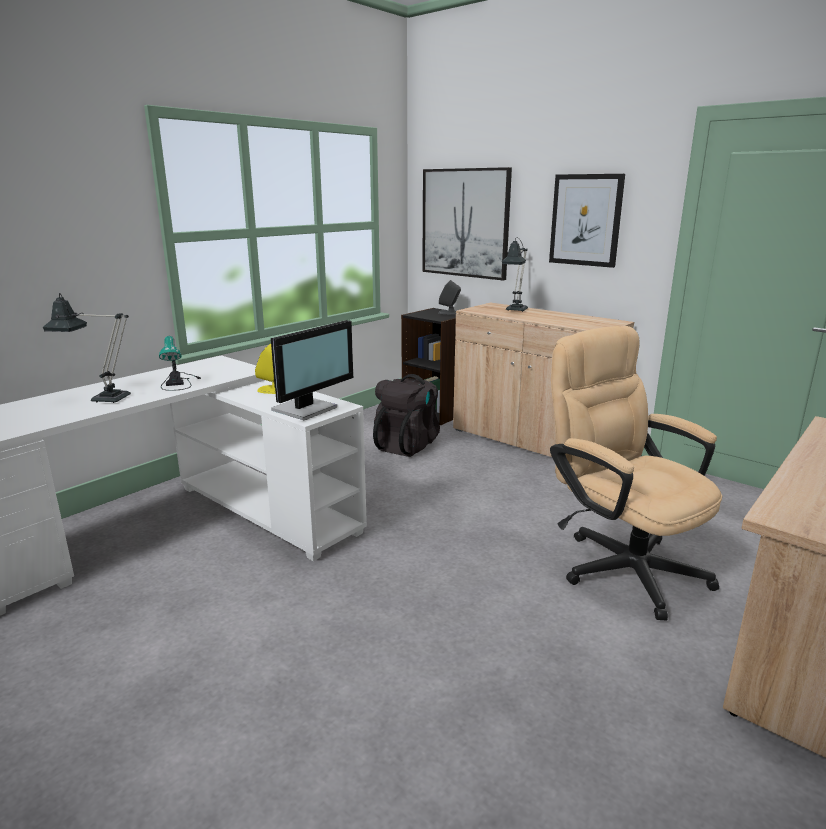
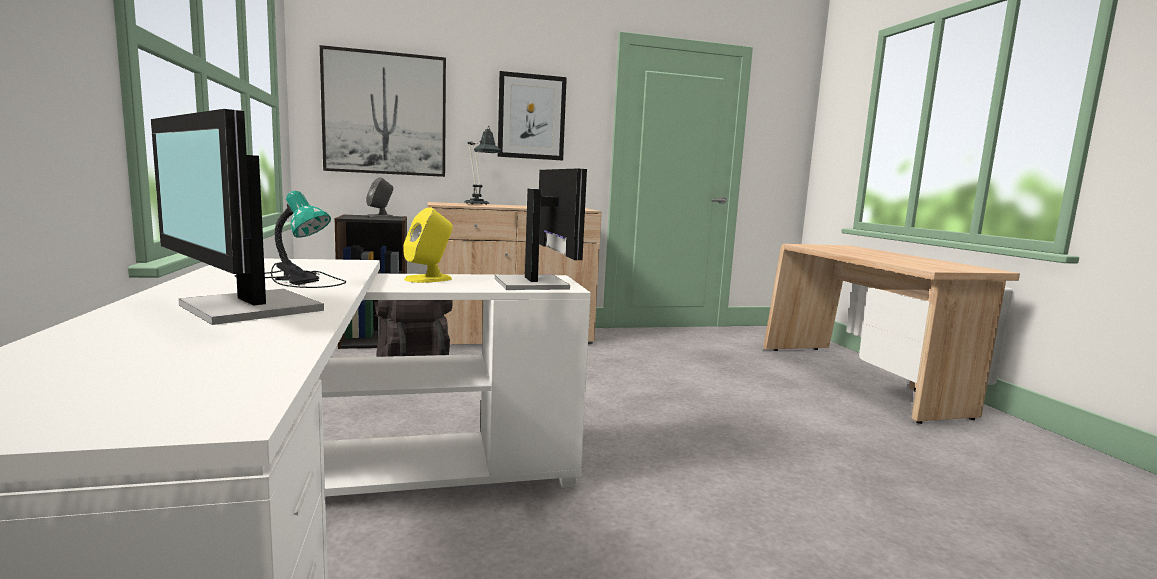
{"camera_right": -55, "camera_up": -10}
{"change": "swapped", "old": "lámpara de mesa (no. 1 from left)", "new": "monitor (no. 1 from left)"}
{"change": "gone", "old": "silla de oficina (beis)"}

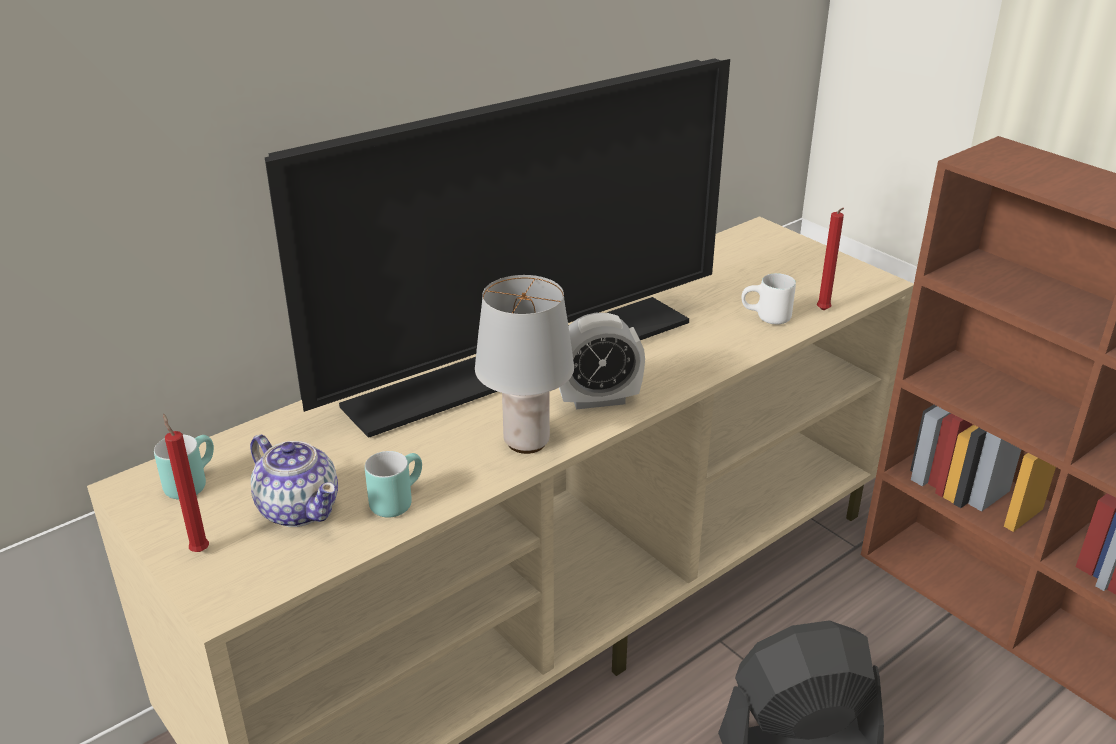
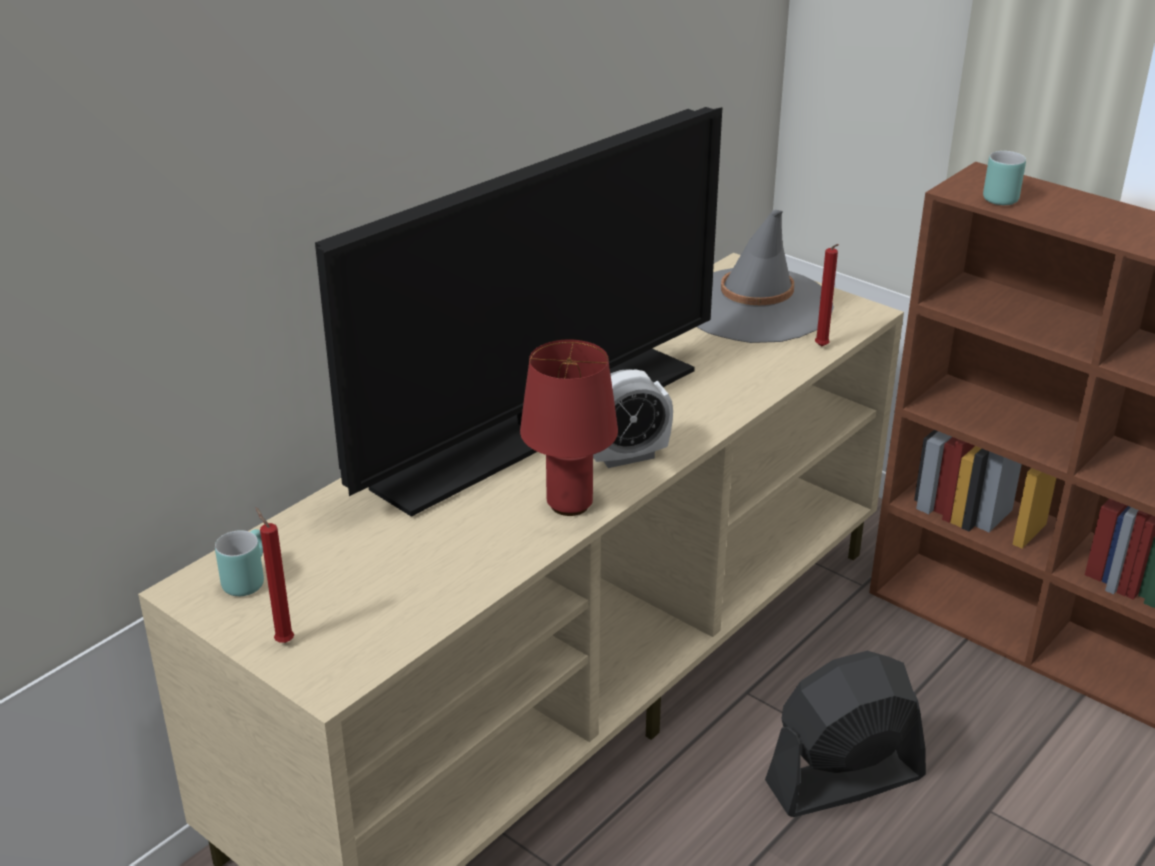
{"camera_right": -10, "camera_up": 0}
{"change": "repainted", "old": "lámpara de mesa (gris)", "new": "lámpara de mesa (rojo)"}
{"change": "new", "new": "sombrero (gris)"}
{"change": "shifted", "old": "taza grande (turquesa) (no. 2 from left)"}
{"change": "gone", "old": "tetera"}
{"change": "gone", "old": "taza grande (blanco)"}

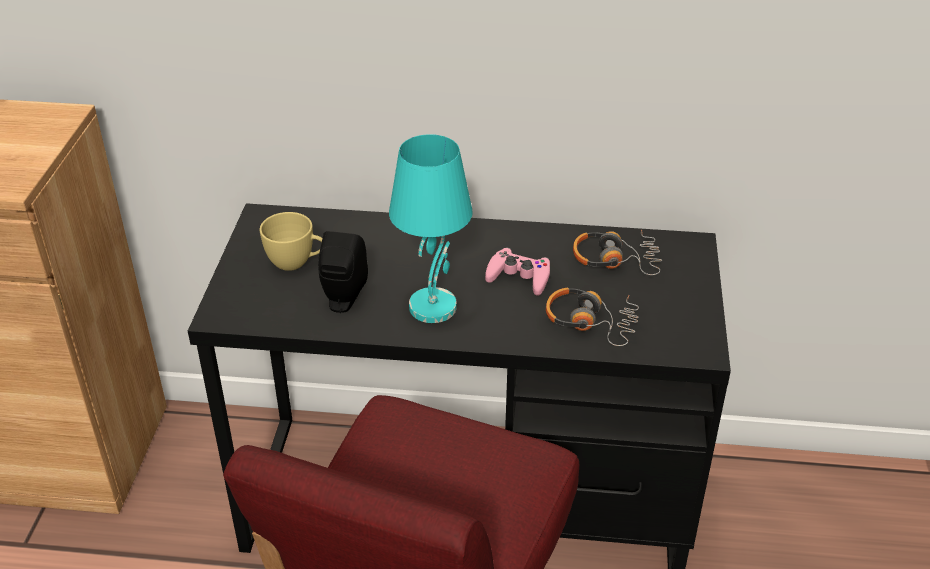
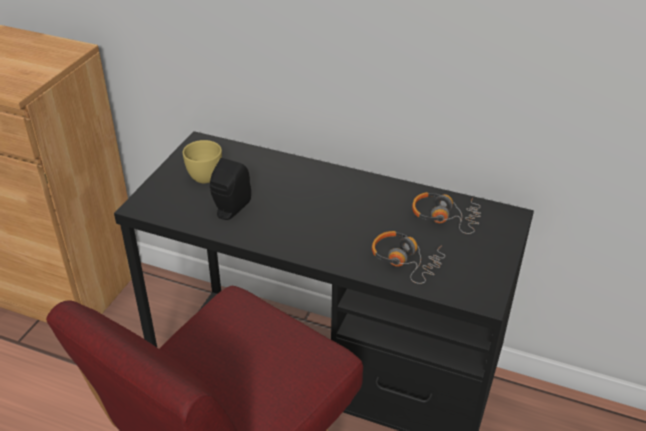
{"camera_right": 15, "camera_up": 0}
{"change": "gone", "old": "lámpara de mesa (turquesa)"}
{"change": "gone", "old": "mando de consola (rosa)"}

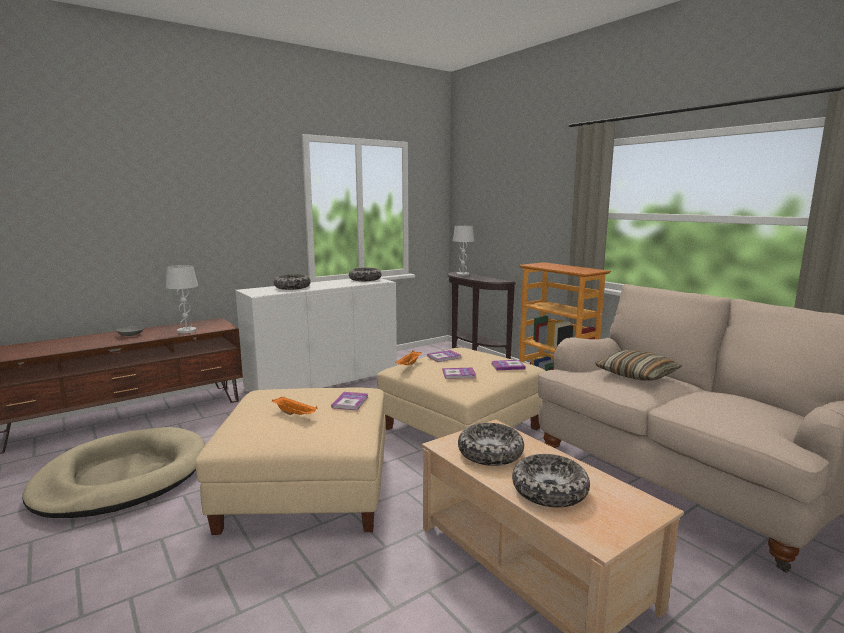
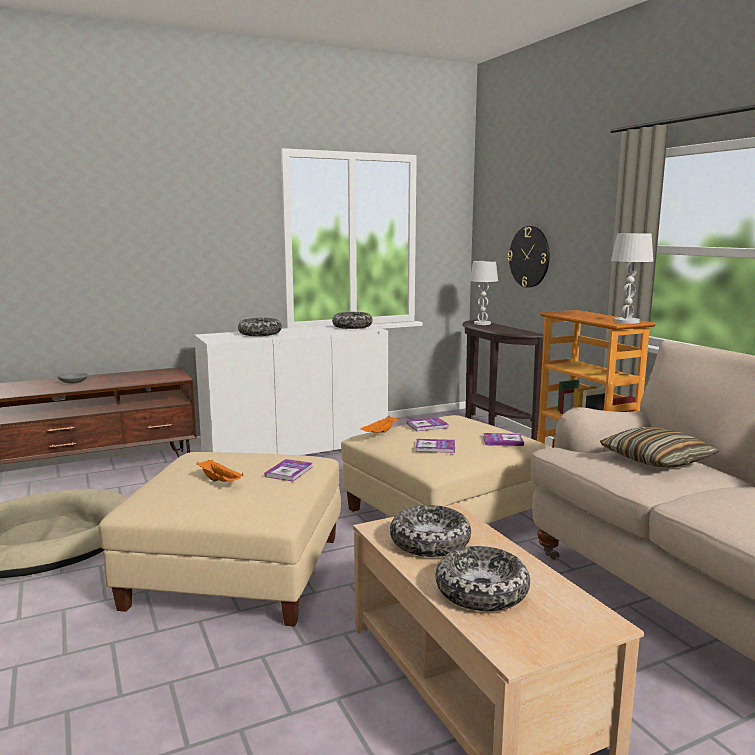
{"camera_right": 10, "camera_up": 0}
{"change": "new", "new": "reloj de pared"}
{"change": "shifted", "old": "lámpara de mesa (blanco) (no. 1 from left in the first image)", "new": "lámpara de mesa (blanco) (no. 2 from left)"}

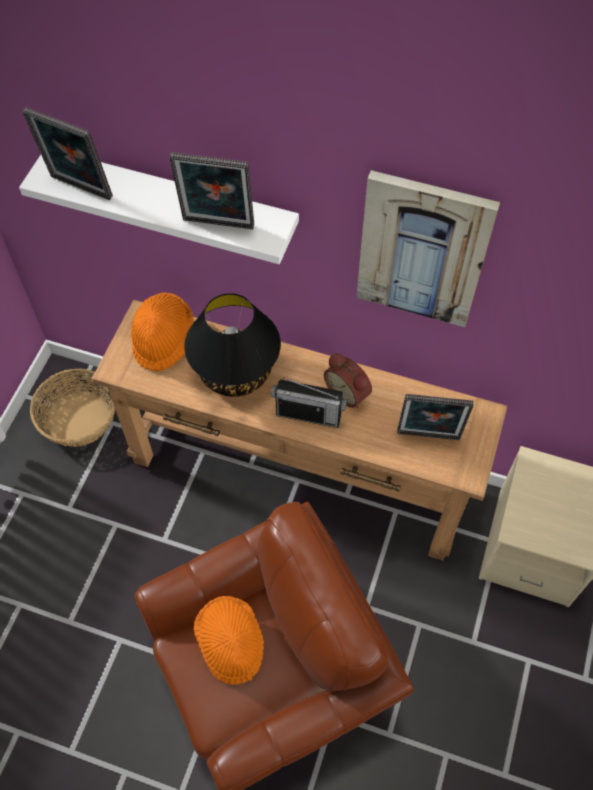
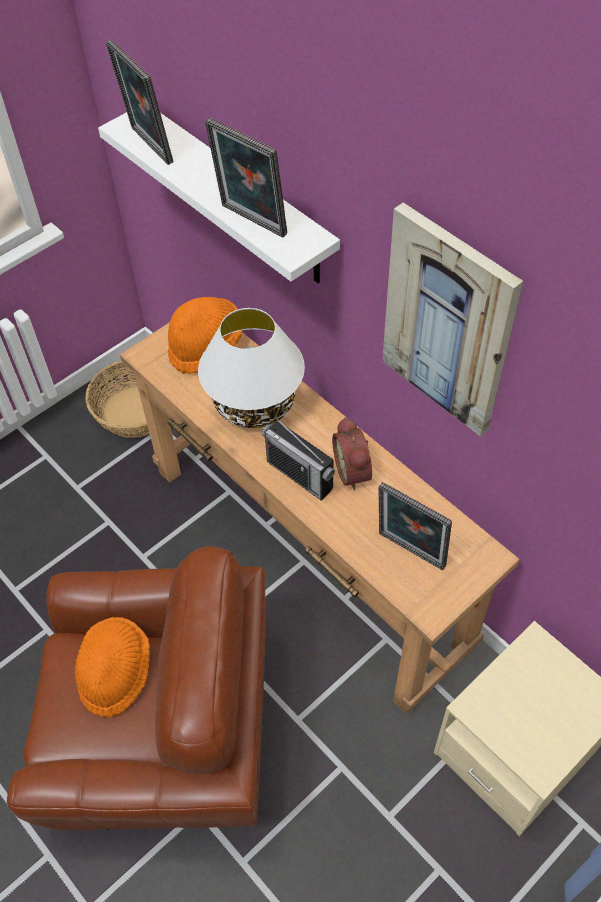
{"camera_right": 30, "camera_up": -5}
{"change": "repainted", "old": "lámpara de mesa (negro)", "new": "lámpara de mesa (blanco)"}

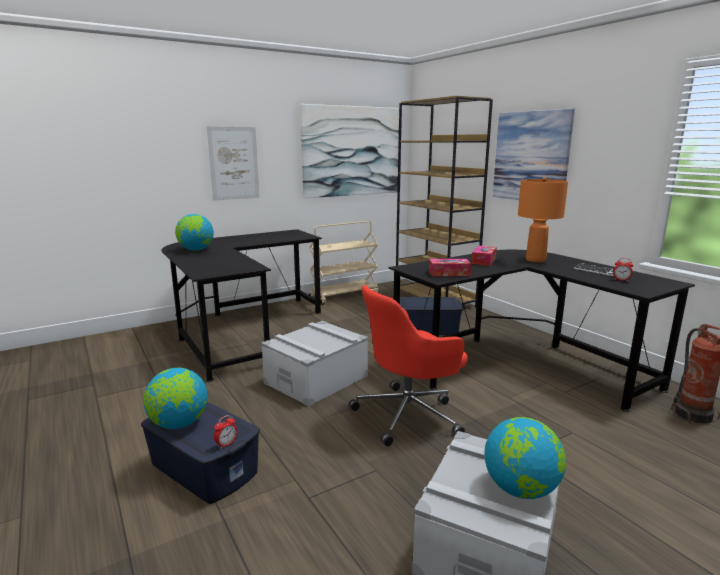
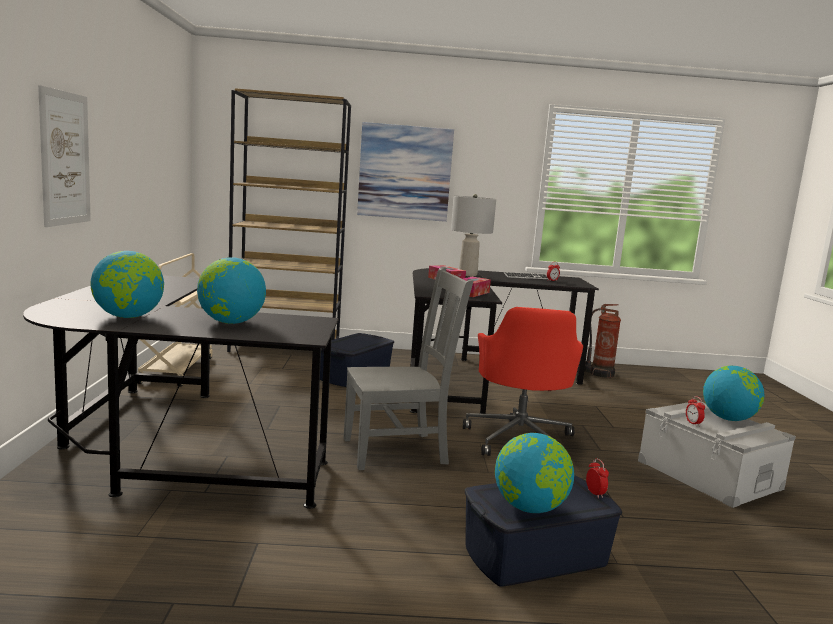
{"camera_right": -60, "camera_up": -5}
{"change": "new", "new": "globo terráqueo (no. 2 from left)"}
{"change": "swapped", "old": "caja de almacenaje (gris) (no. 1 from left)", "new": "silla (gris)"}
{"change": "repainted", "old": "lámpara de mesa (naranja)", "new": "lámpara de mesa (gris)"}
{"change": "new", "new": "despertador (no. 3 from left)"}
{"change": "gone", "old": "cuadro (no. 2 from left)"}

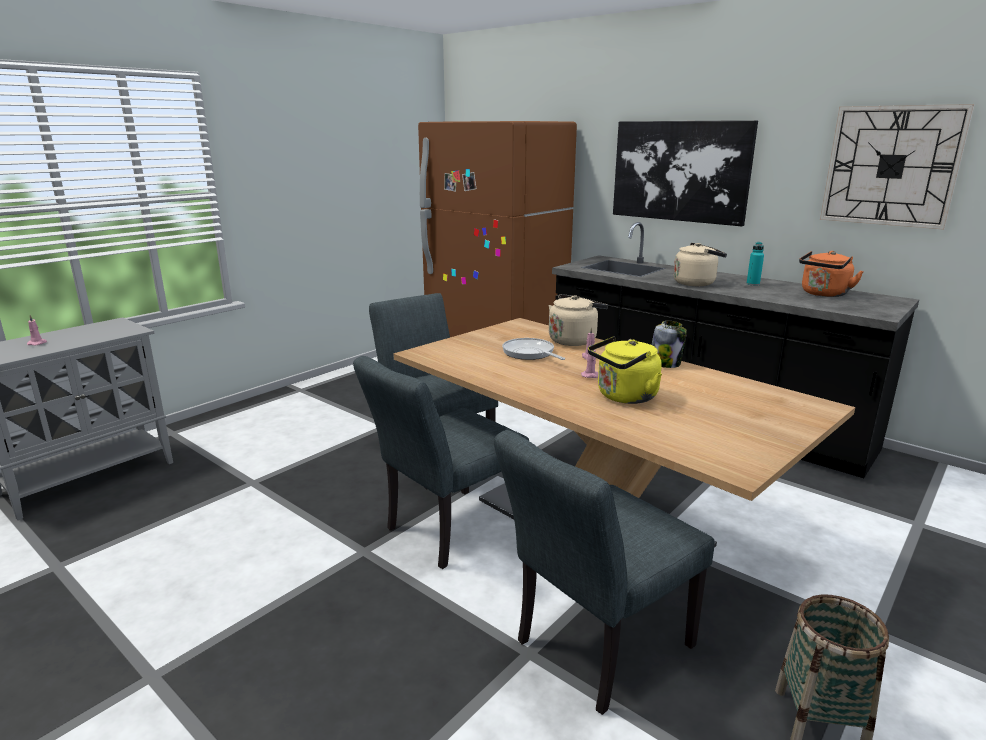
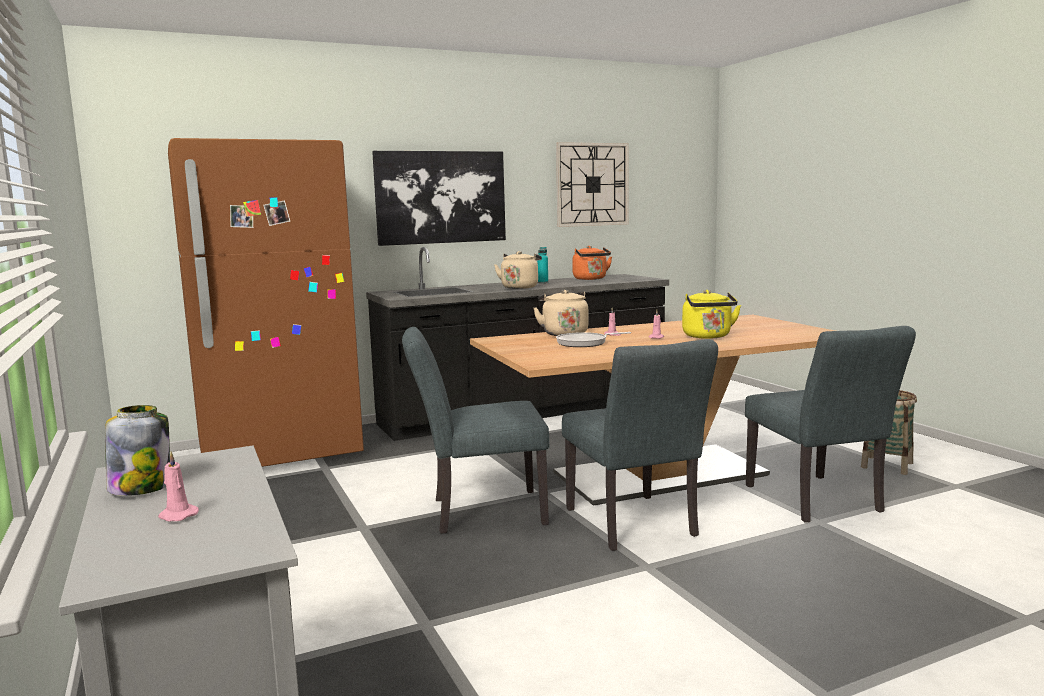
{"camera_right": -65, "camera_up": -10}
{"change": "shifted", "old": "tarro"}

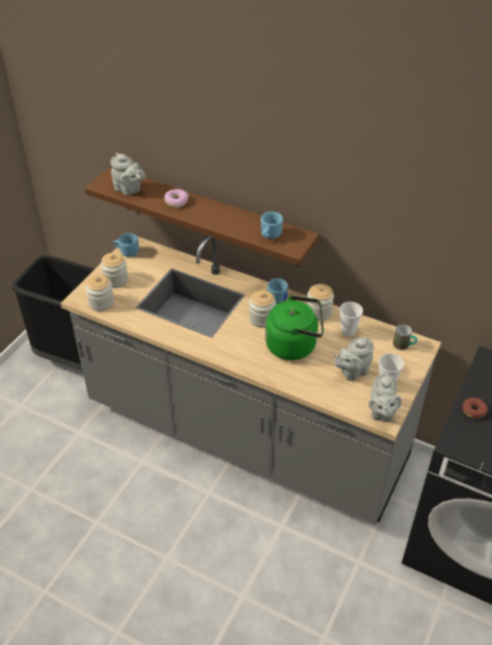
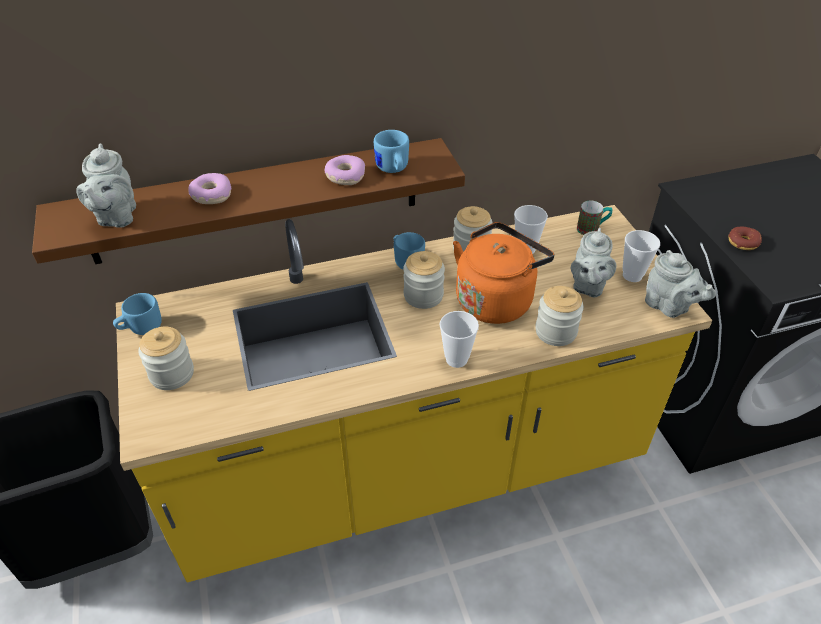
{"camera_right": -45, "camera_up": 0}
{"change": "rotated", "old": "tetera (gris) (no. 1 from left)", "degrees": 90}
{"change": "repainted", "old": "mueble bajo de cocina (gris)", "new": "mueble bajo de cocina (amarillo)"}
{"change": "new", "new": "rosquilla (no. 2 from left)"}
{"change": "new", "new": "taza (no. 1 from left)"}
{"change": "repainted", "old": "hervidor (verde)", "new": "hervidor (naranja)"}
{"change": "shifted", "old": "tarro (no. 1 from left in the first image)", "new": "tarro (no. 4 from left)"}

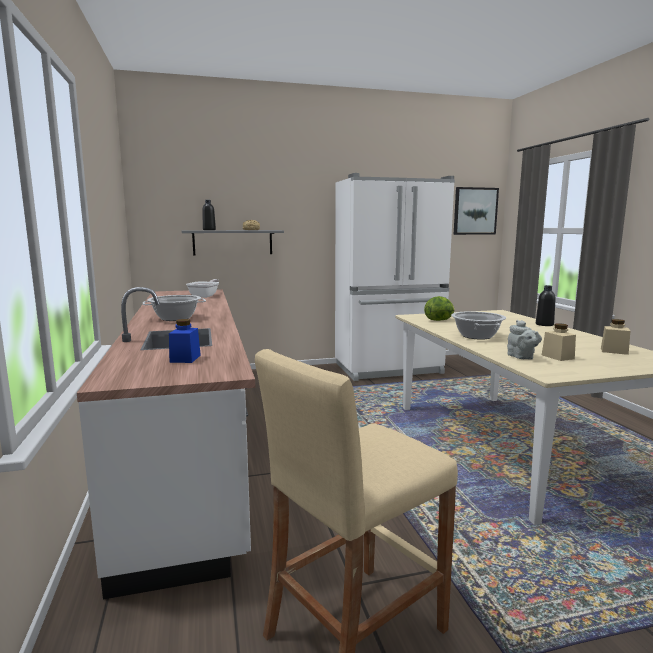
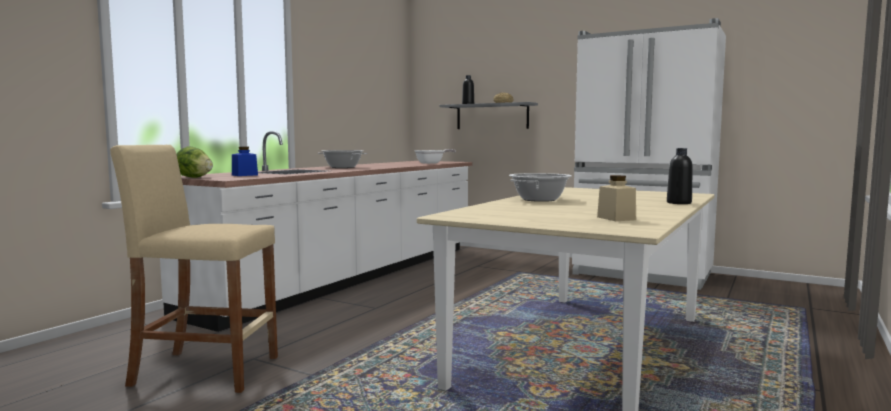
{"camera_right": 45, "camera_up": -5}
{"change": "shifted", "old": "lechuga"}
{"change": "gone", "old": "cuadro"}
{"change": "gone", "old": "tetera (gris)"}
{"change": "gone", "old": "tarro (beis) (no. 1 from left)"}

